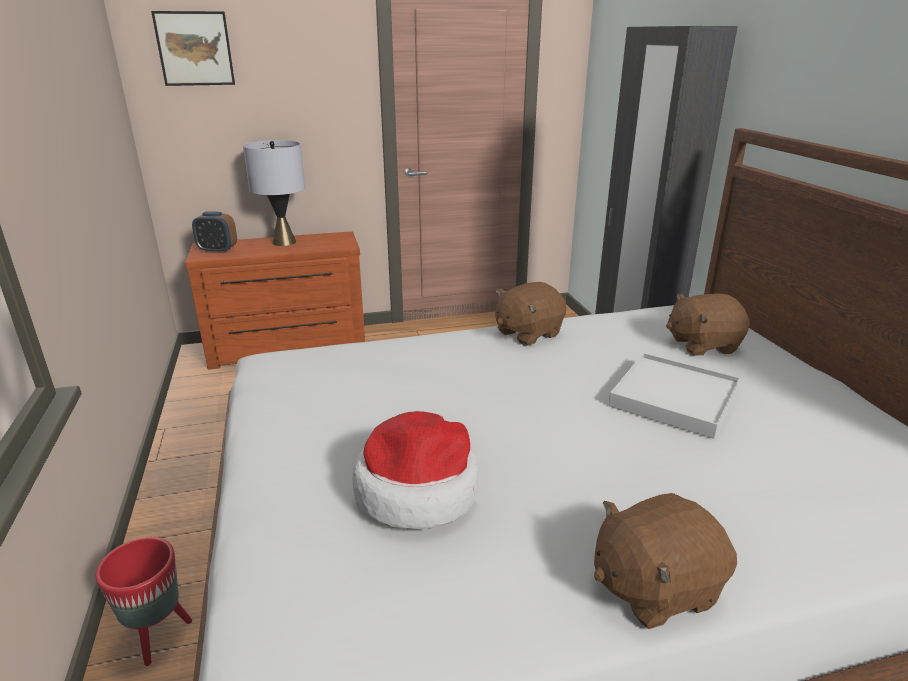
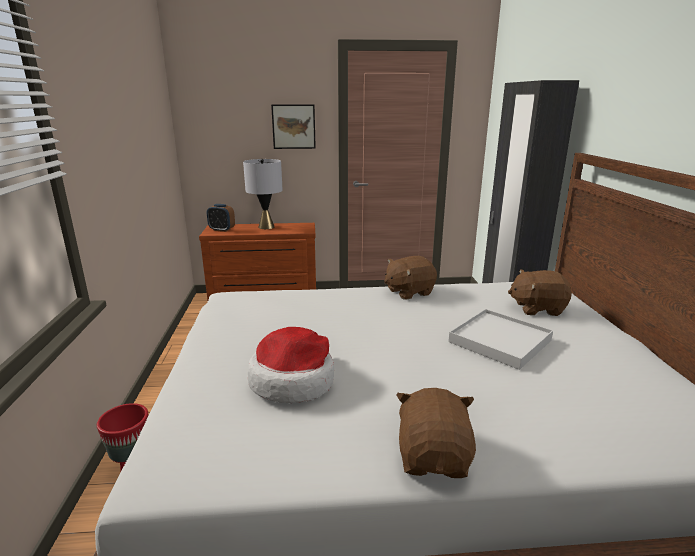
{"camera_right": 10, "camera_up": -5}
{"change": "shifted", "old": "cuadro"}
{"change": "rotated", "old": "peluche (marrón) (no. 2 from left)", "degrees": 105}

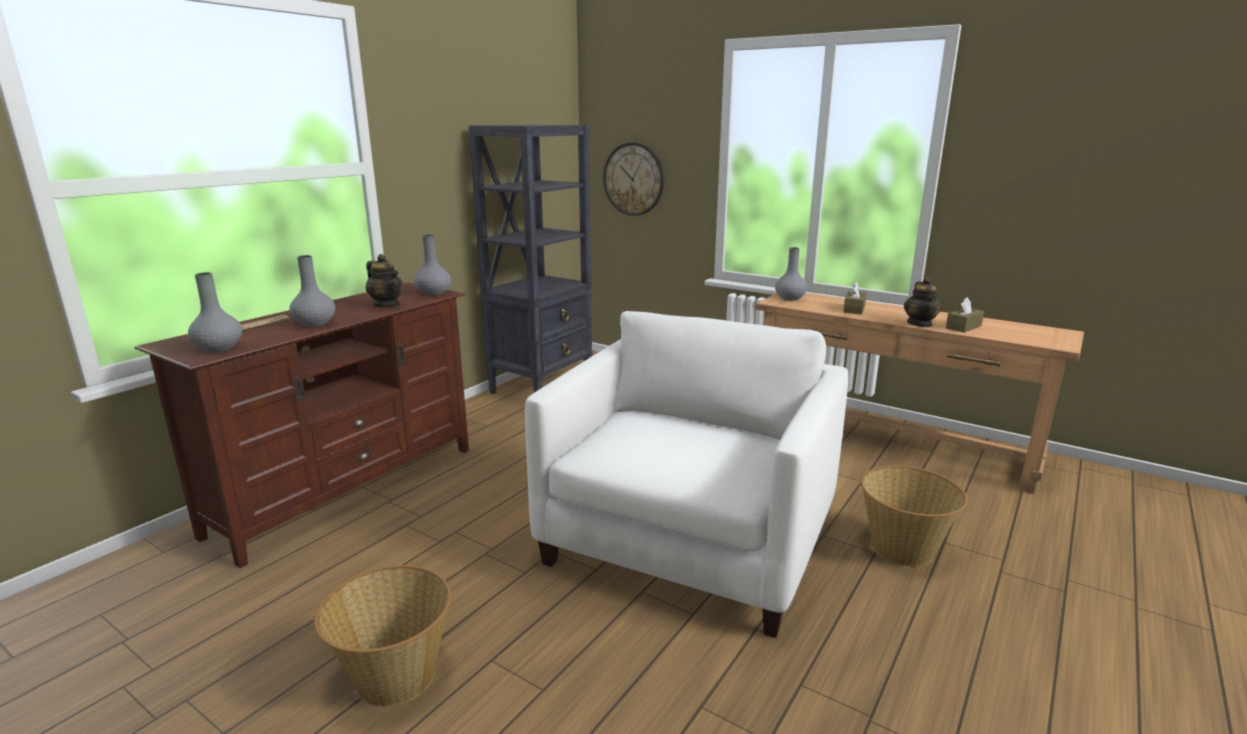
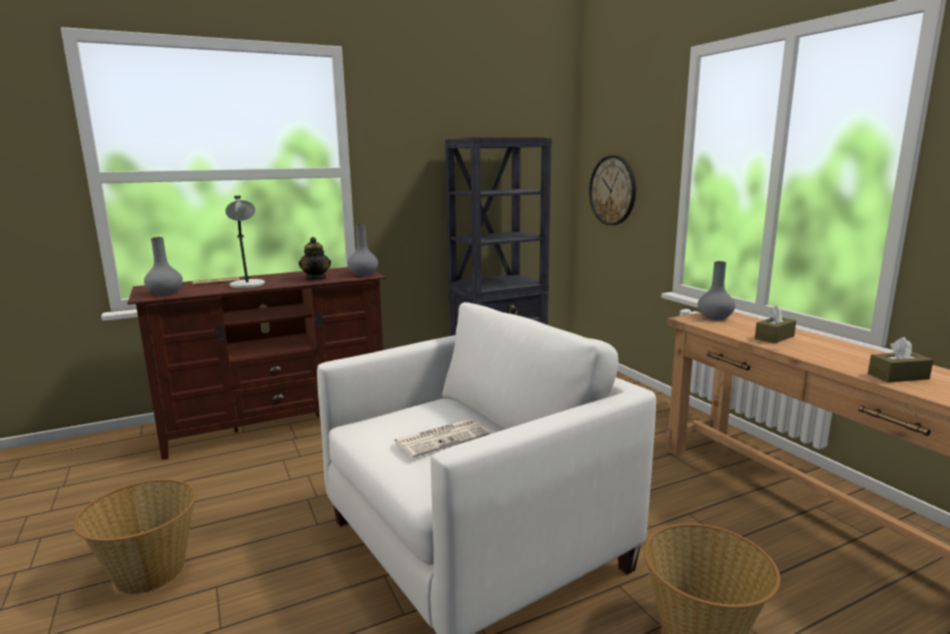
{"camera_right": 30, "camera_up": -5}
{"change": "swapped", "old": "florero (gris) (no. 2 from left)", "new": "lámpara de mesa (gris)"}
{"change": "new", "new": "periódico (no. 2 from left)"}
{"change": "gone", "old": "tetera (no. 2 from left)"}

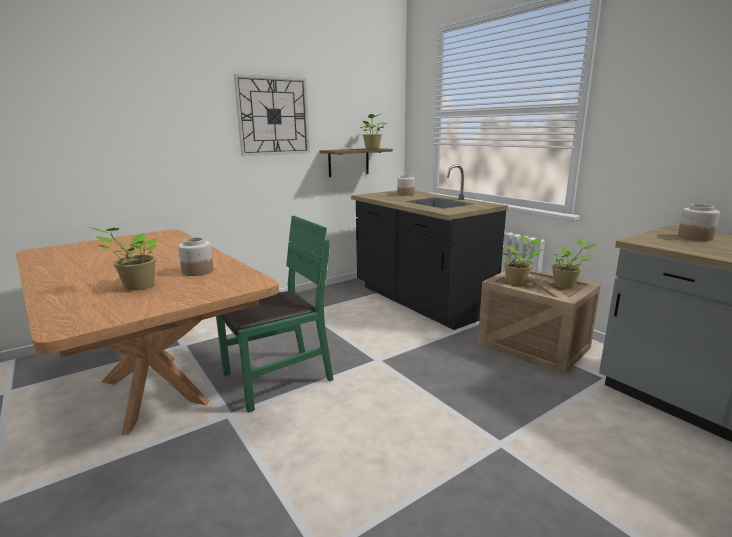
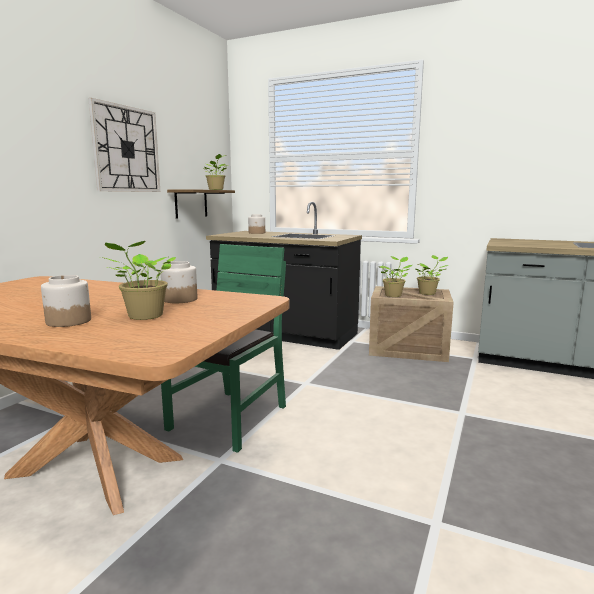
{"camera_right": -30, "camera_up": -5}
{"change": "shifted", "old": "tarro (no. 3 from left in the first image)", "new": "tarro (no. 1 from left)"}

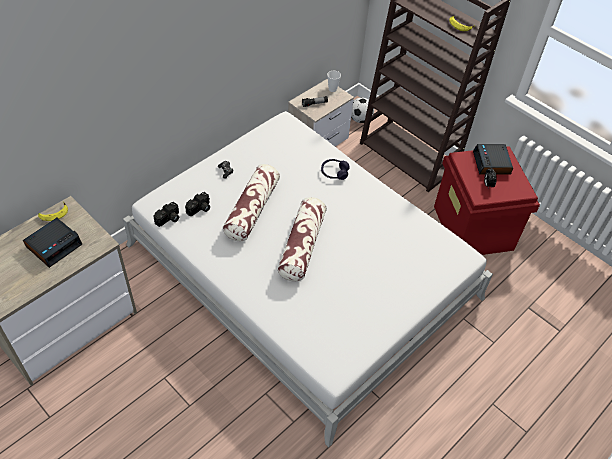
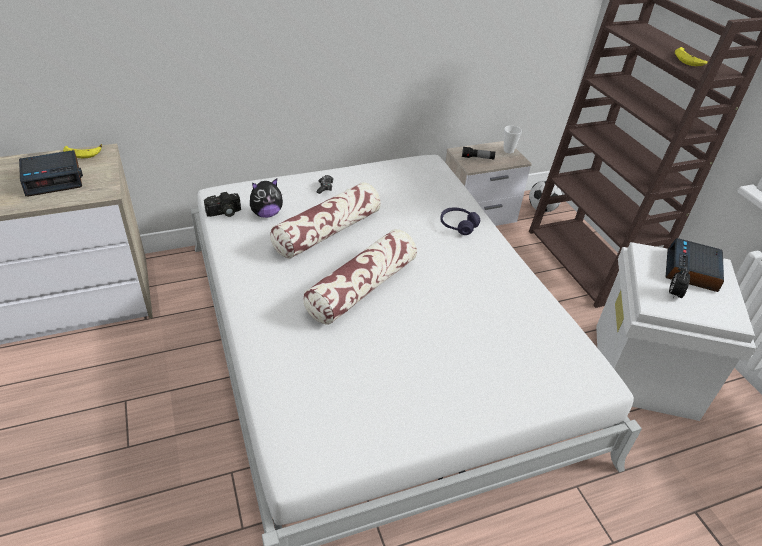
{"camera_right": 25, "camera_up": -10}
{"change": "swapped", "old": "cámara (no. 2 from left)", "new": "peluche"}
{"change": "repainted", "old": "caja de almacenaje (rojo)", "new": "caja de almacenaje (blanco)"}

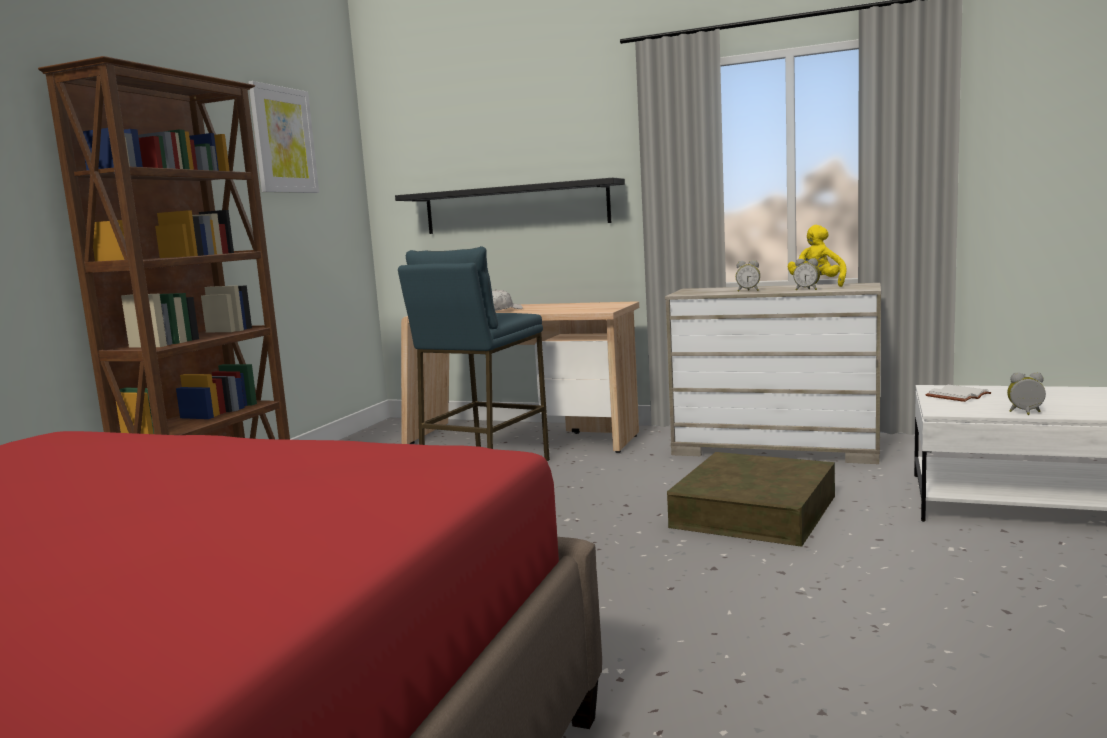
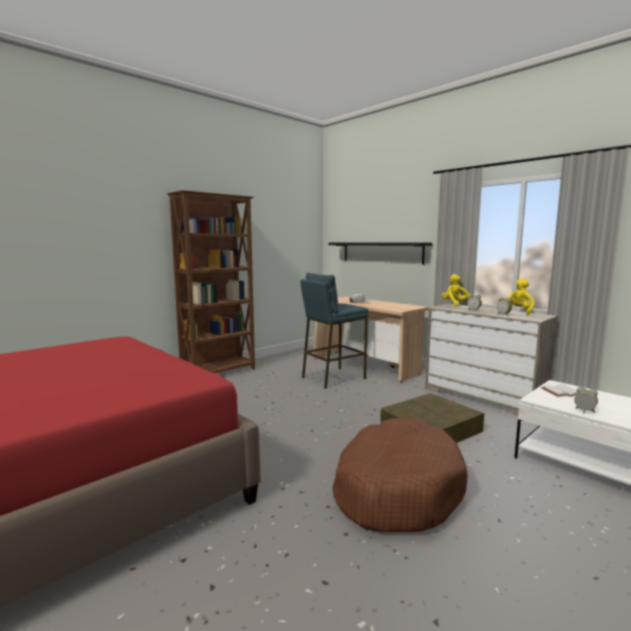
{"camera_right": 25, "camera_up": 0}
{"change": "new", "new": "cama para perro (marrón)"}
{"change": "new", "new": "peluche (amarillo) (no. 1 from left)"}
{"change": "gone", "old": "cuadro"}

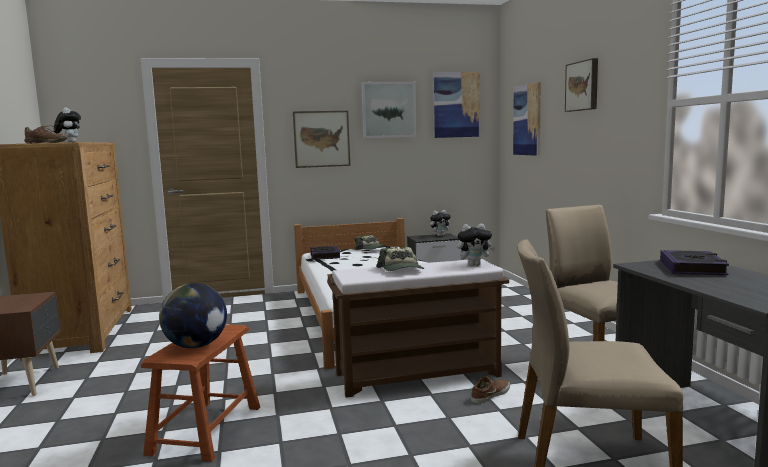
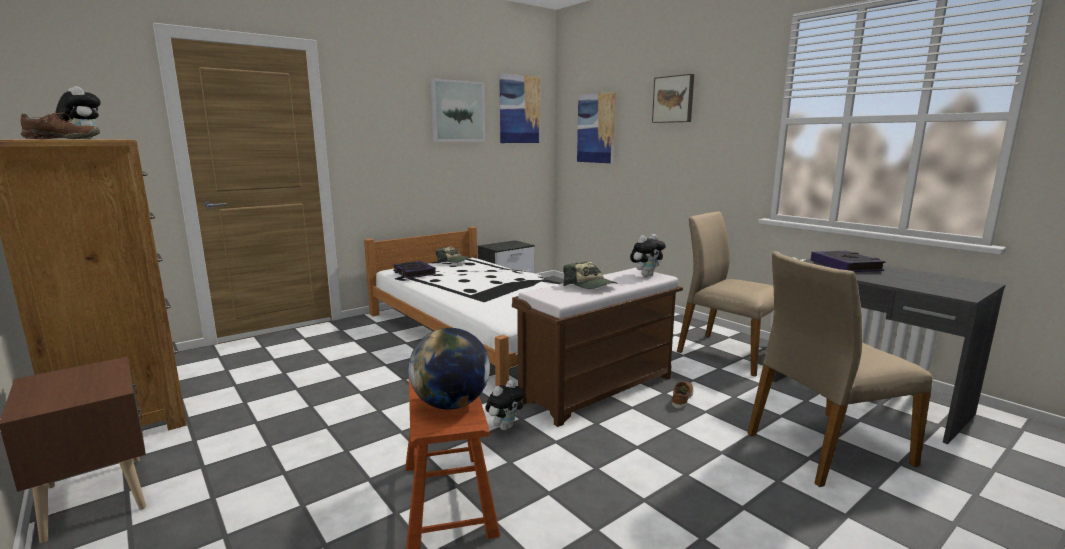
{"camera_right": -25, "camera_up": 5}
{"change": "shifted", "old": "peluche (no. 2 from left)"}
{"change": "gone", "old": "cuadro (no. 1 from left)"}

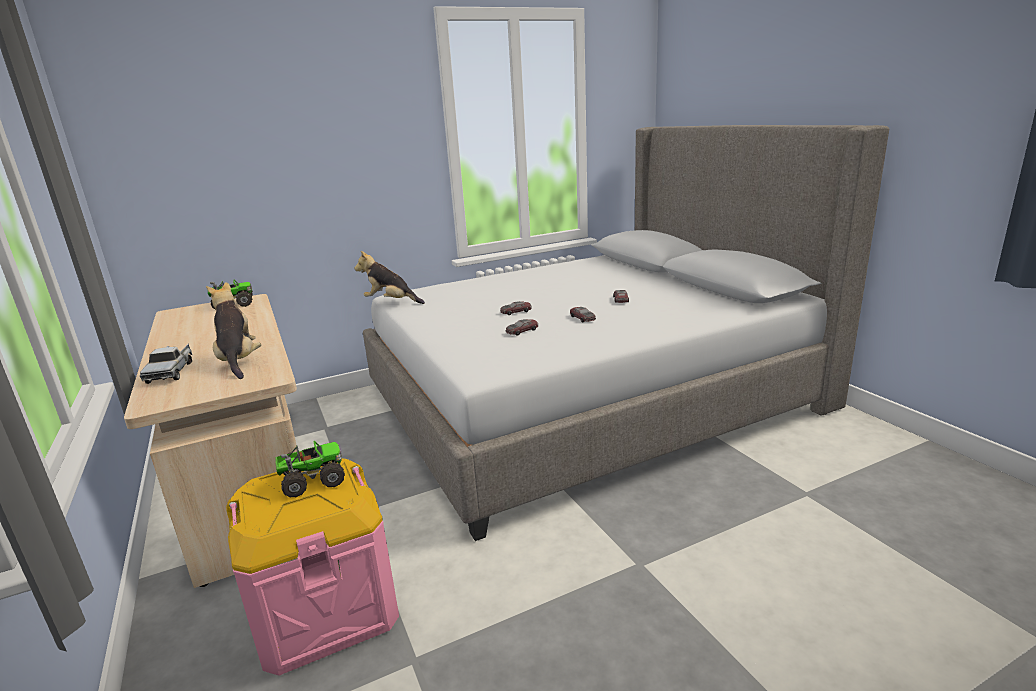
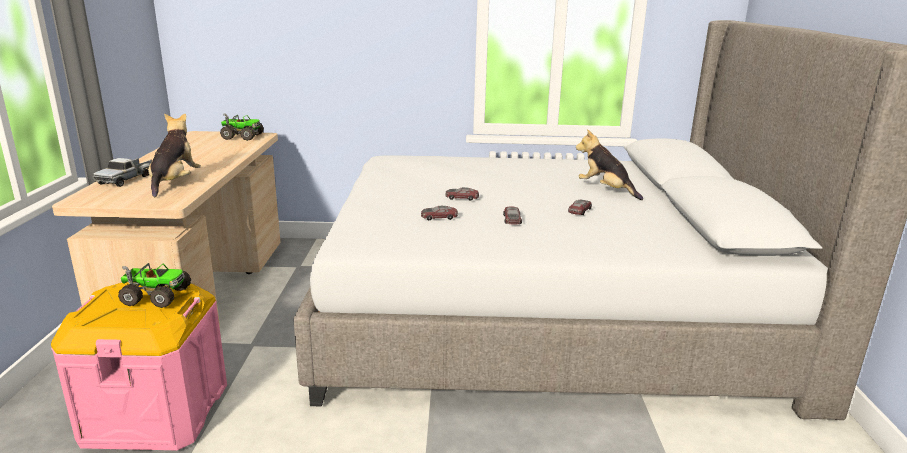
{"camera_right": 25, "camera_up": 0}
{"change": "shifted", "old": "peluche (no. 2 from left)"}

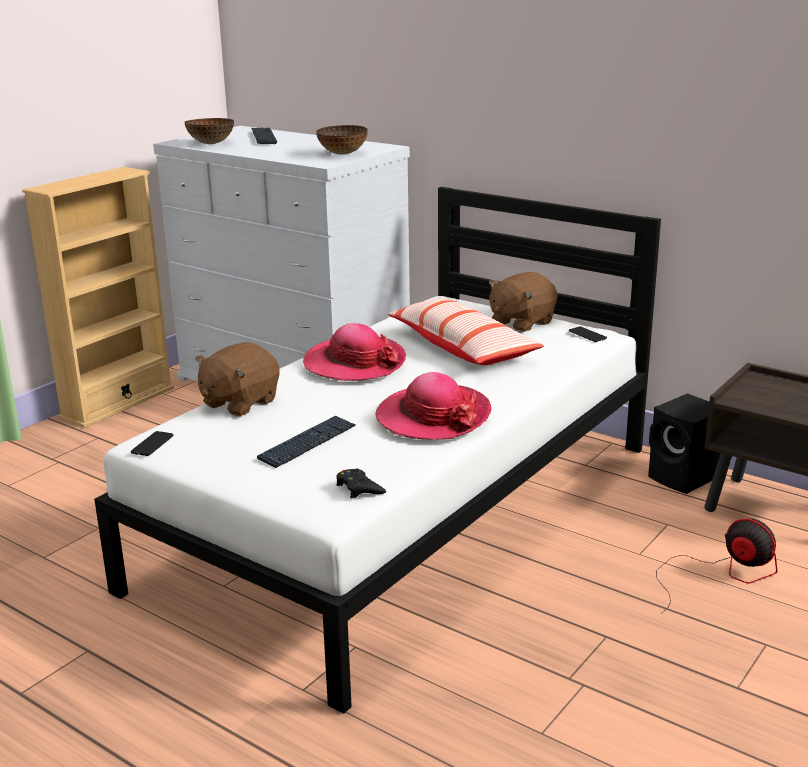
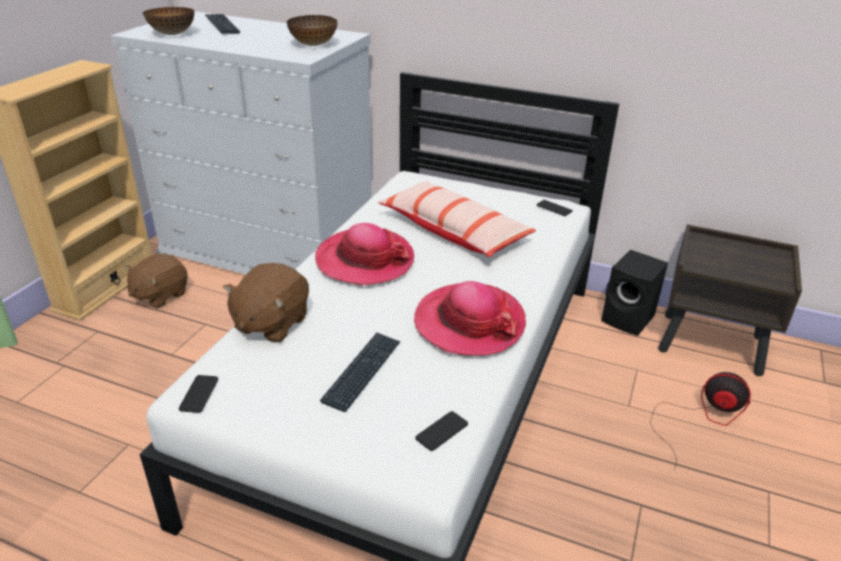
{"camera_right": -15, "camera_up": 10}
{"change": "shifted", "old": "peluche (marrón) (no. 2 from left in the first image)", "new": "peluche (marrón) (no. 1 from left)"}
{"change": "swapped", "old": "mando de consola (negro)", "new": "móvil (no. 2 from left)"}

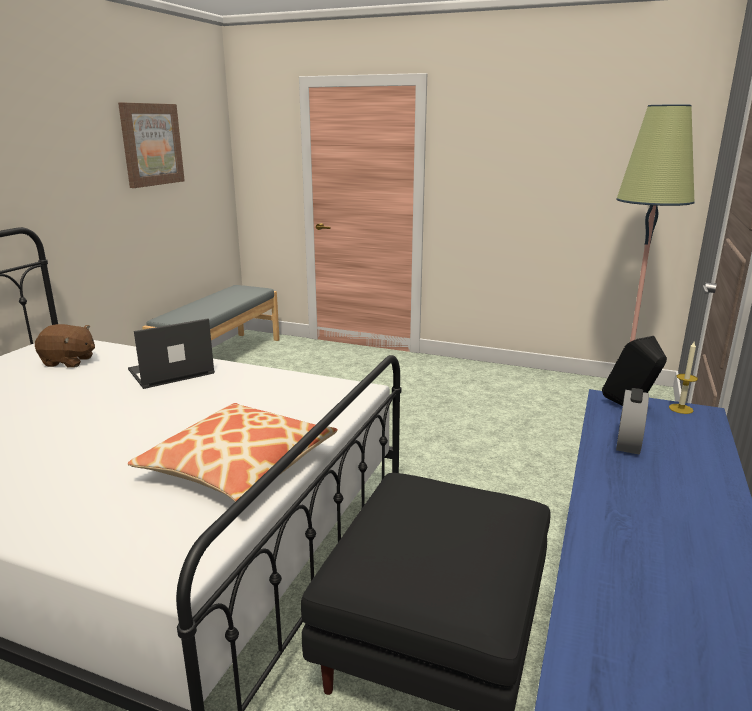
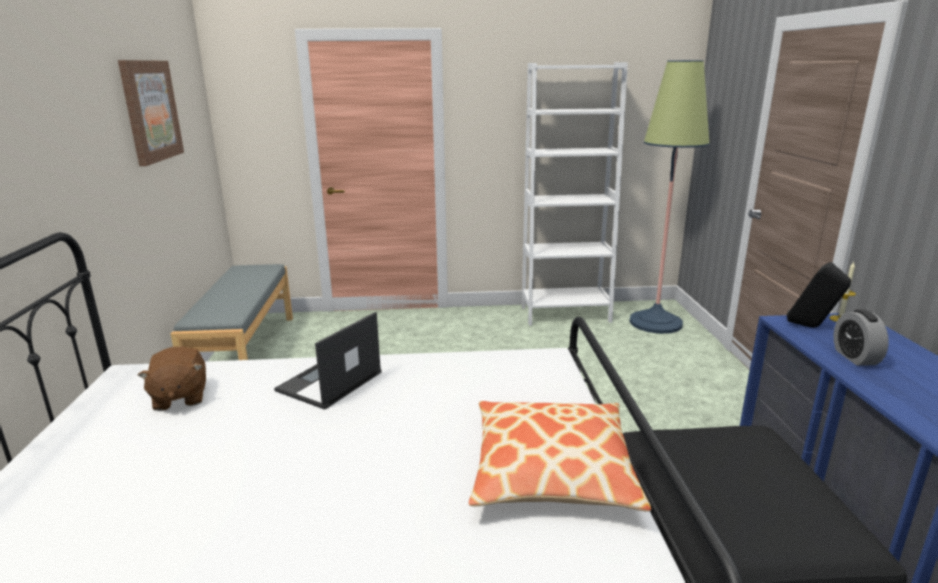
{"camera_right": -25, "camera_up": 0}
{"change": "rotated", "old": "peluche (marrón)", "degrees": 90}
{"change": "new", "new": "estantería (blanco)"}

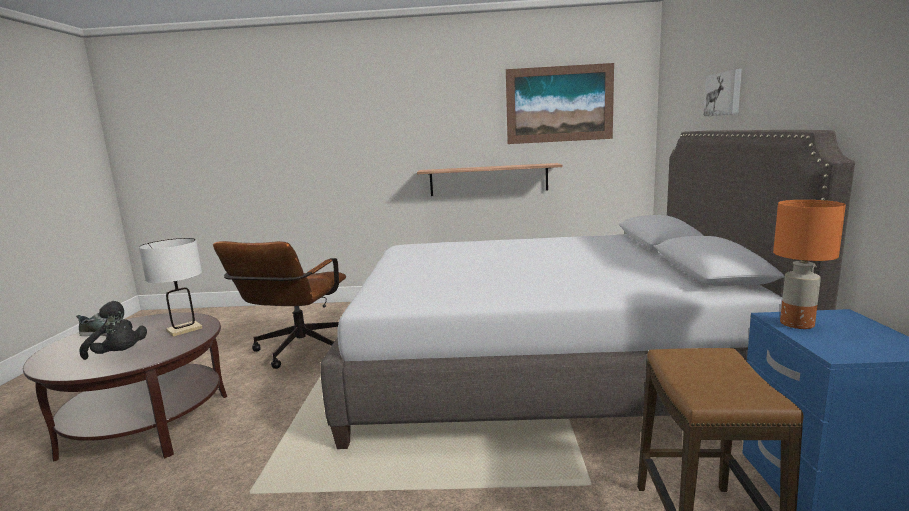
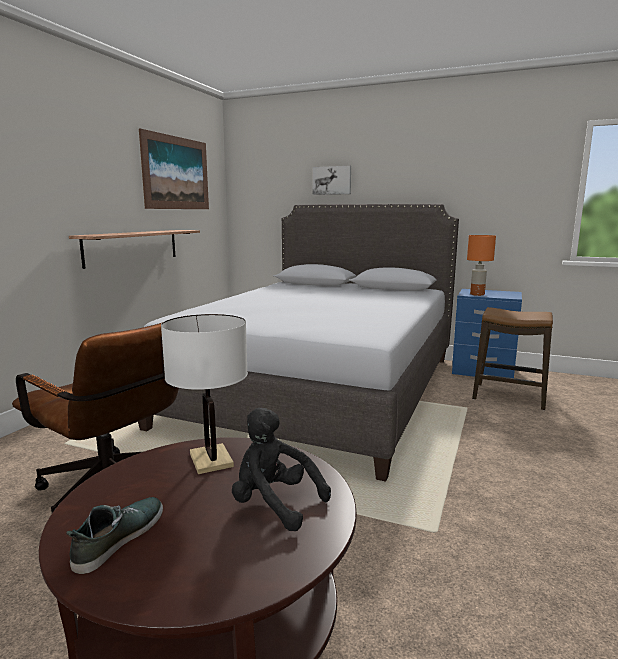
{"camera_right": -70, "camera_up": 0}
{"change": "rotated", "old": "peluche (negro)", "degrees": -105}

